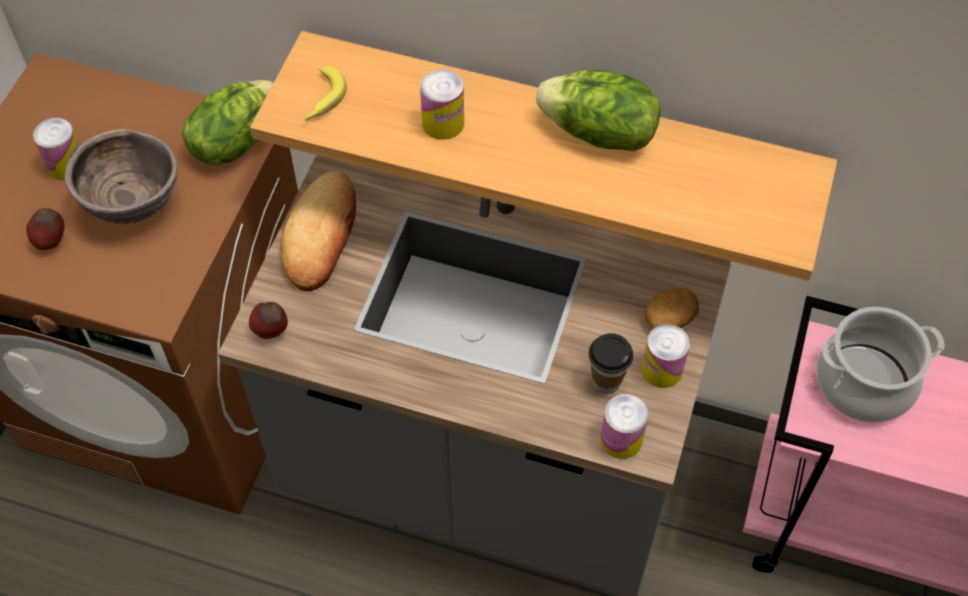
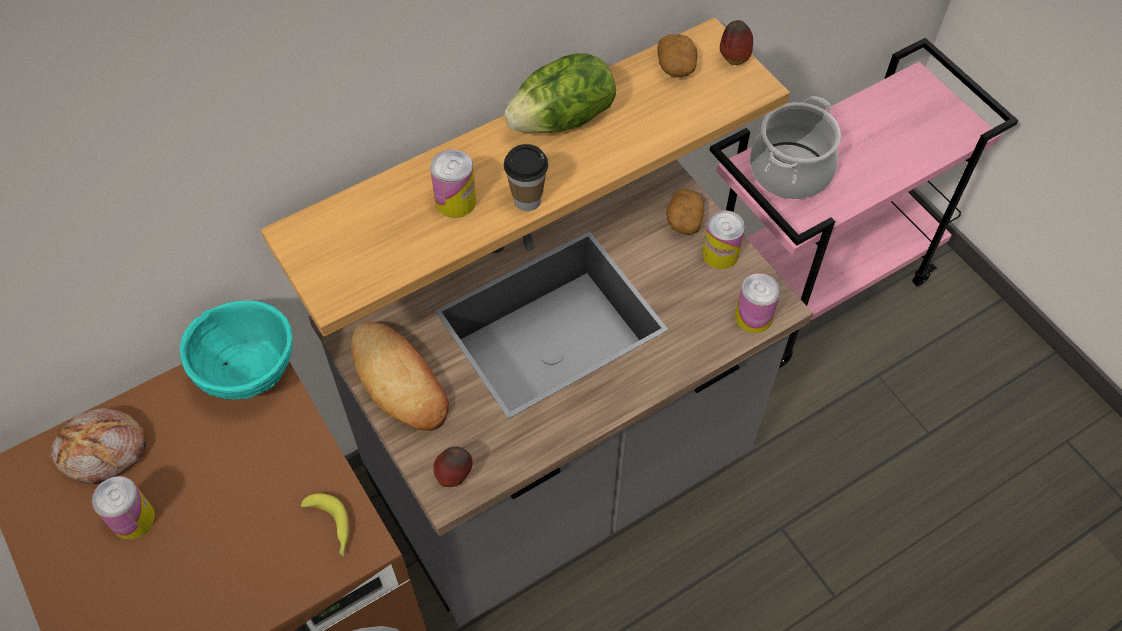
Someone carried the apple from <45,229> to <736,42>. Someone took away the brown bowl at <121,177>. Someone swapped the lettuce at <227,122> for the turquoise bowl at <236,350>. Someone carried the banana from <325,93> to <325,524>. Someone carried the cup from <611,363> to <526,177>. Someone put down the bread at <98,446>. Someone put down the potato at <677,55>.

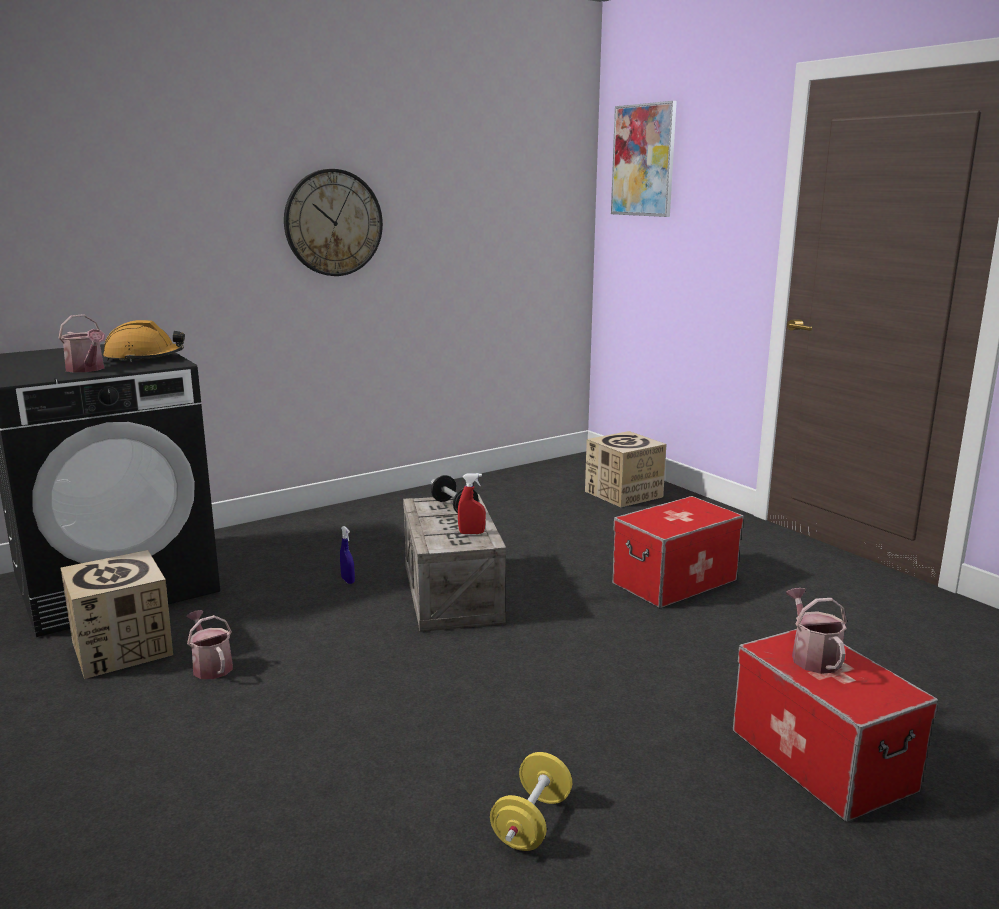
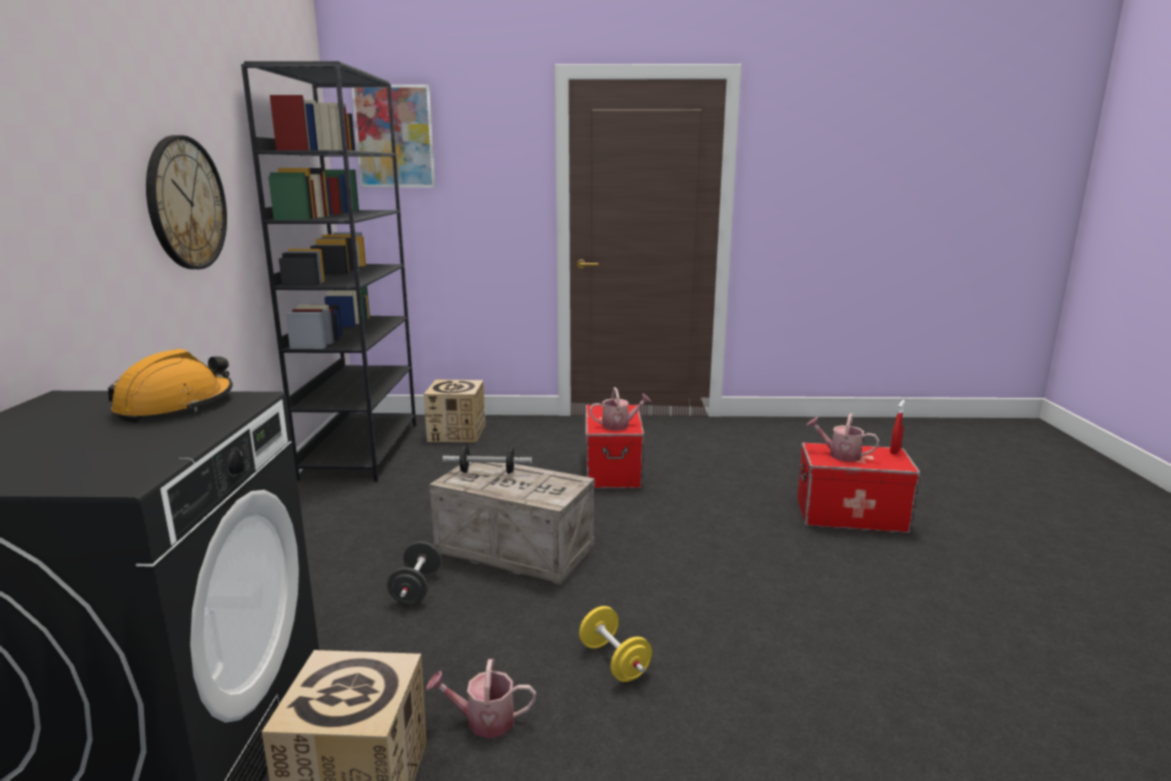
Someone carried the watering can from <82,343> to <620,409>. Someone swapped the blue spray bottle at <347,555> for the black dumbbell at <414,573>. Someone carried the red spray bottle from <472,503> to <897,427>. Someone carried the yellow dumbbell from <531,801> to <615,644>. Someone put down the black bookcase at <328,271>.

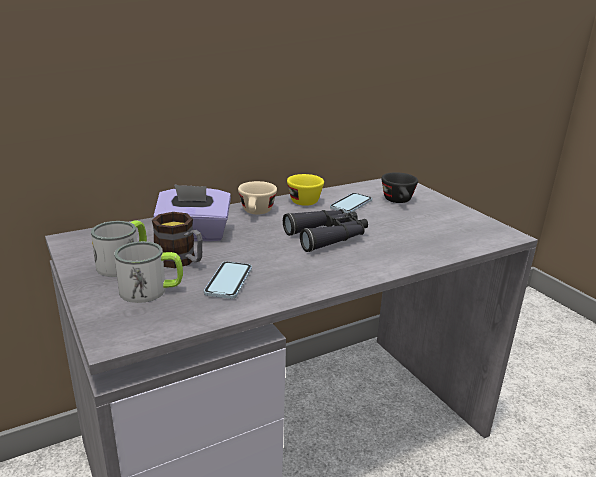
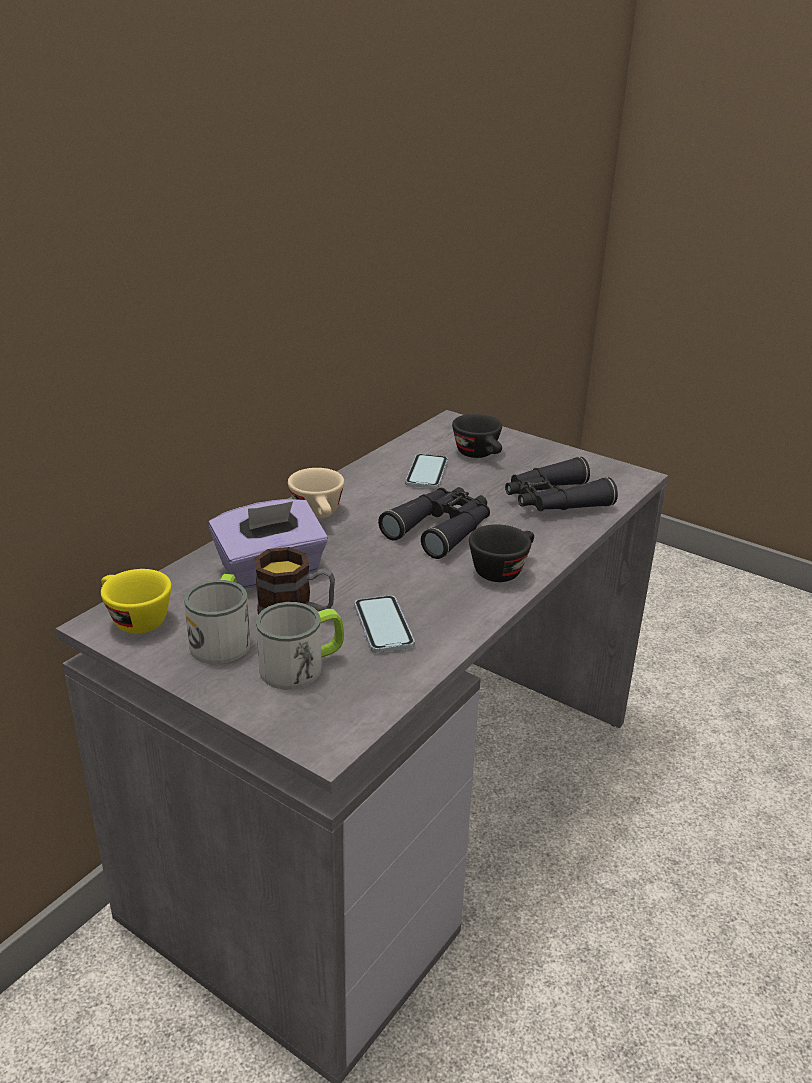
Someone carried the yellow cup from <305,190> to <136,601>. Someone put down the black cup at <501,553>. Someone put down the black binoculars at <561,484>.

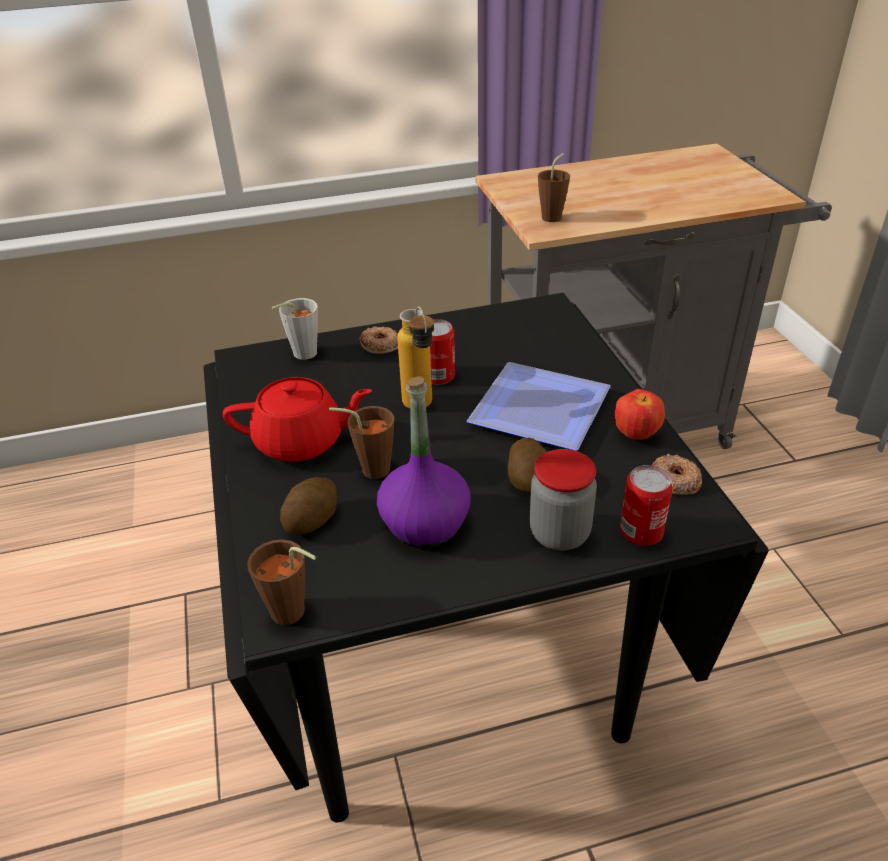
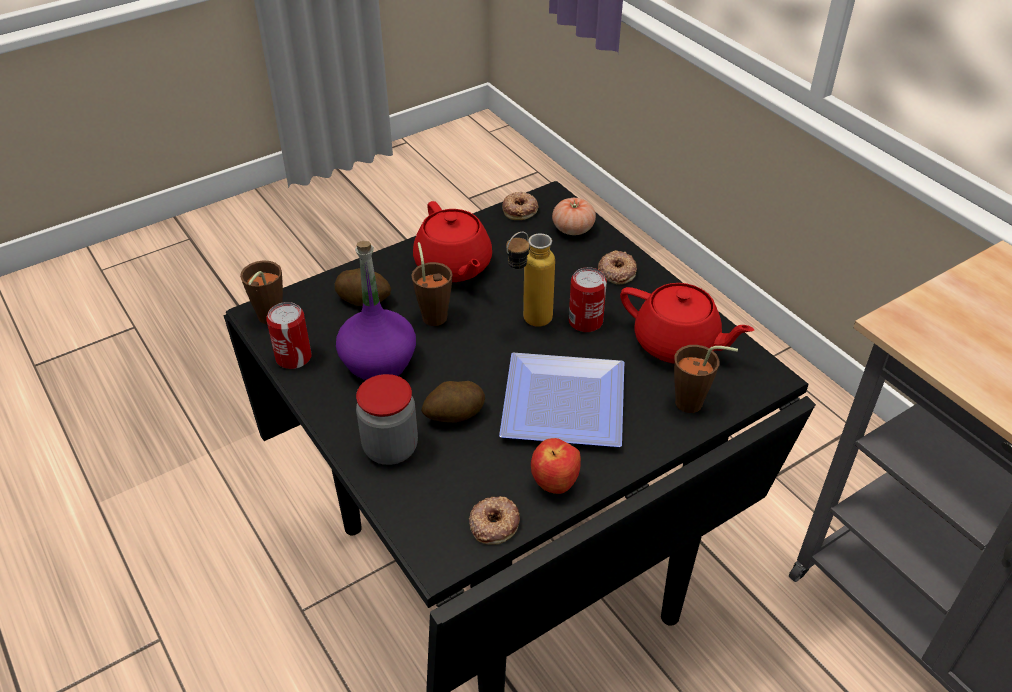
Someone swapped the grey cup at <294,329> for the tomato at <574,216>. Someone carried the brown cup from <554,187> to <706,379>. Someone carried the can from <646,505> to <289,335>. Someone put down the donut at <520,206>. Someone put down the red teapot at <687,323>.

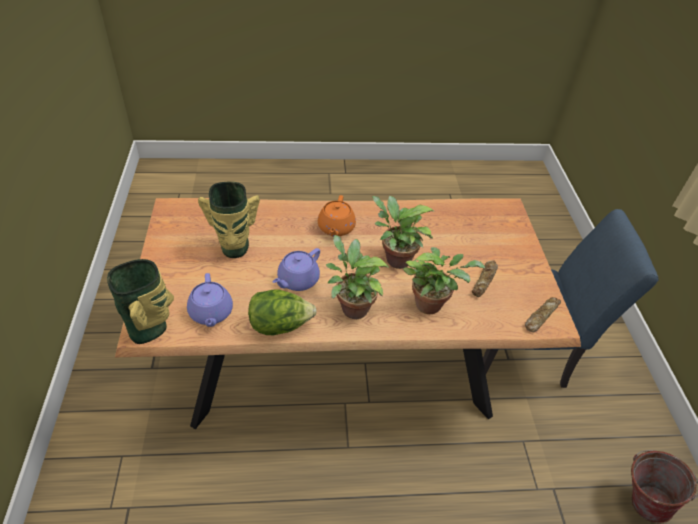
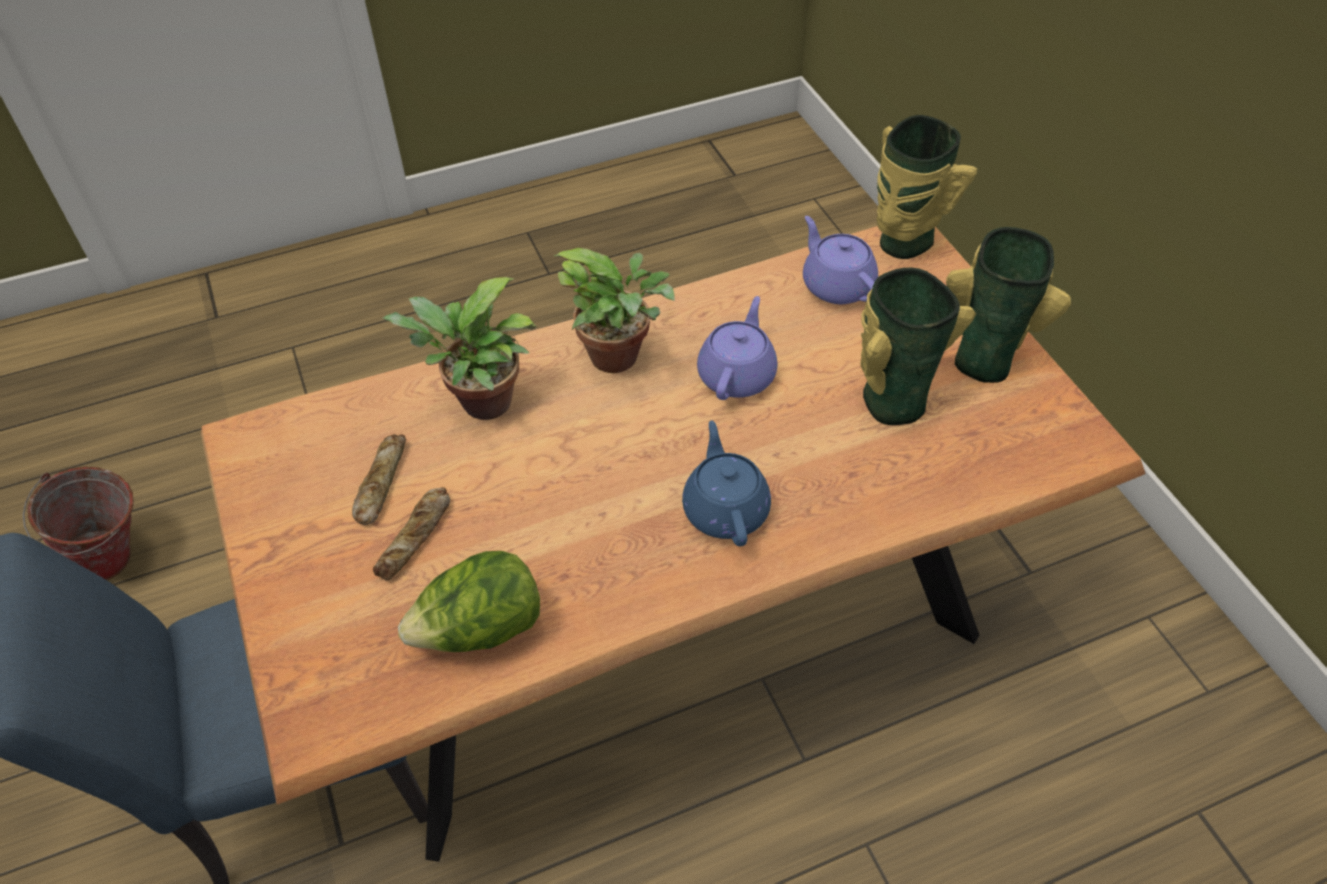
Someone carried the lettuce from <282,312> to <469,601>. Someone repainted the orange teapot at <337,216>, which became the blue teapot at <726,483>. Someone took away the potted plant at <403,232>. Someone carried the bread from <543,314> to <411,533>. Someone put down the vase at <1008,305>.

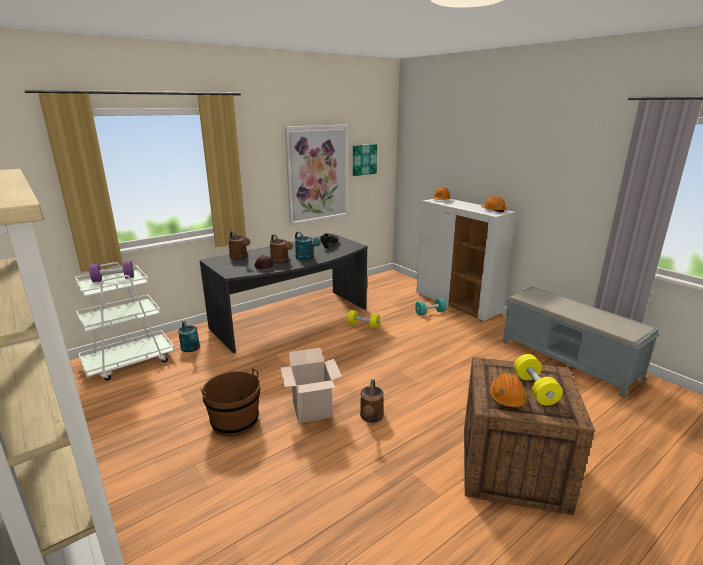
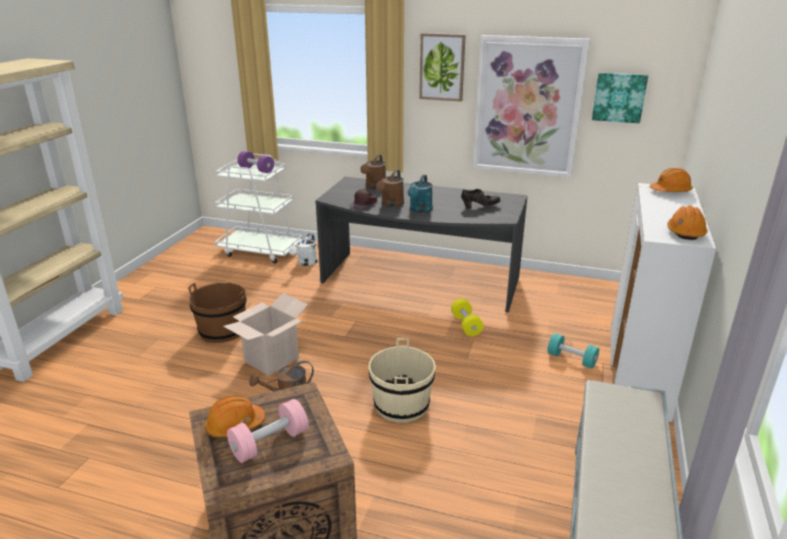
Someone repainted the turquoise watering can at <189,336>, which became the white watering can at <303,249>. Someone repainted the yellow dumbbell at <538,380>, which became the pink dumbbell at <267,431>. Someone put down the beige bucket at <402,380>. Someone put up the picture at <442,67>.

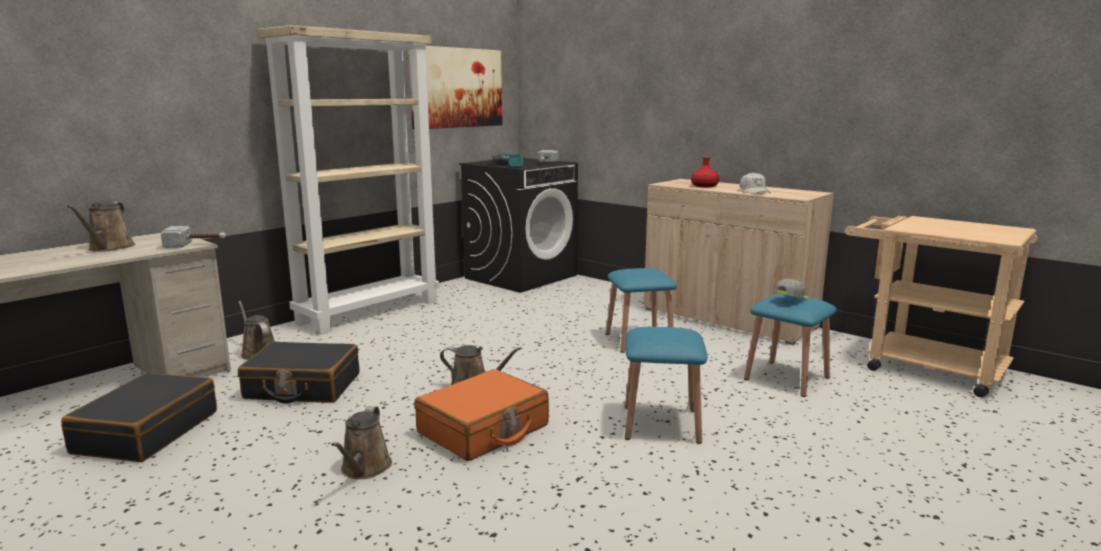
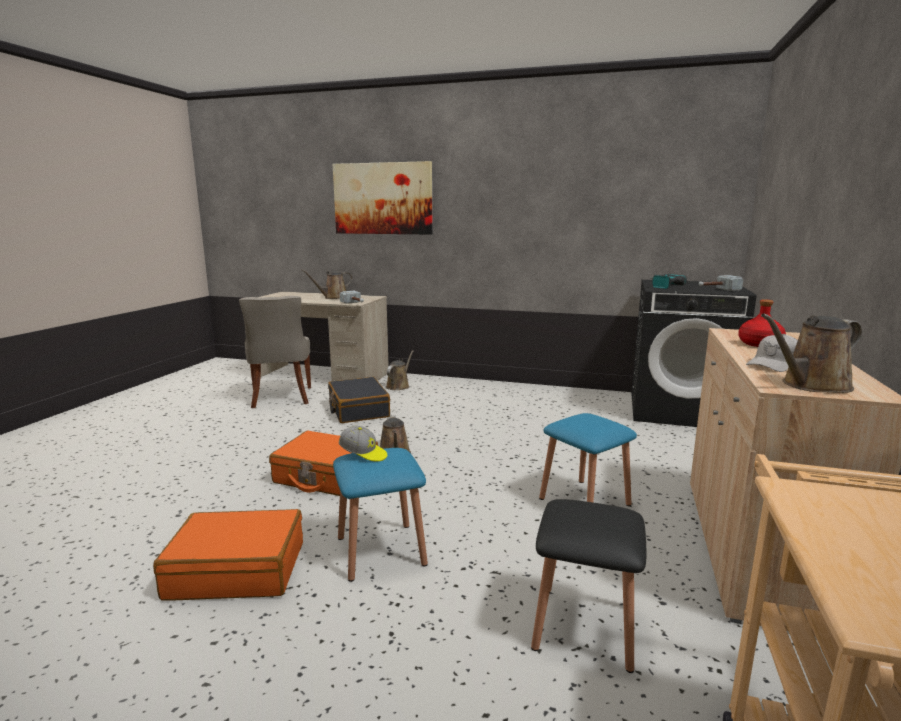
Someone swapped the black suitcase at <139,417> for the grey chair at <275,352>. Someone took away the beige bookcase at <348,180>. Someone carried the brown watering can from <361,442> to <811,353>. Someone carried the picture from <455,87> to <383,198>. Someone repainted the blue stool at <790,345>, which became the black stool at <588,586>. Someone carried the cap from <792,288> to <363,443>. Someone put down the orange suitcase at <228,555>.

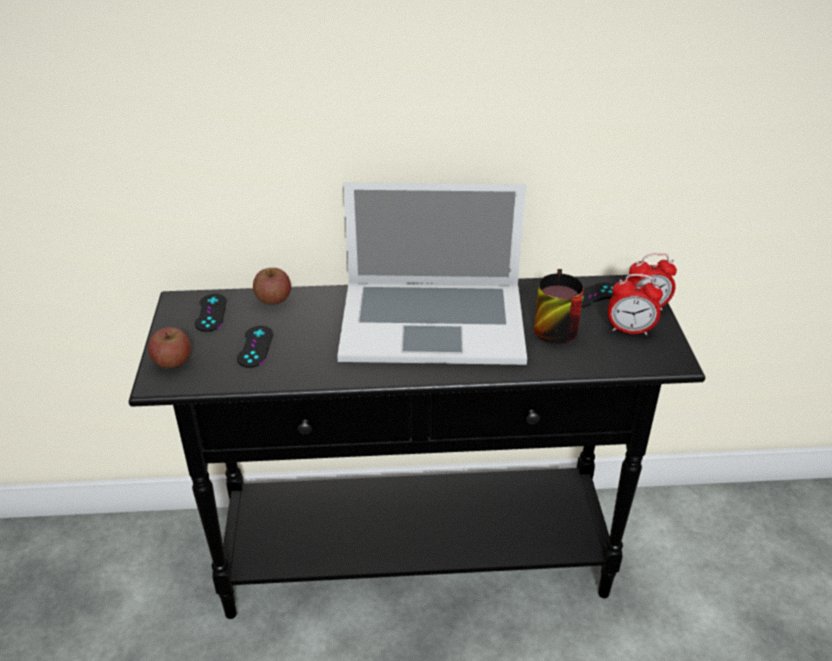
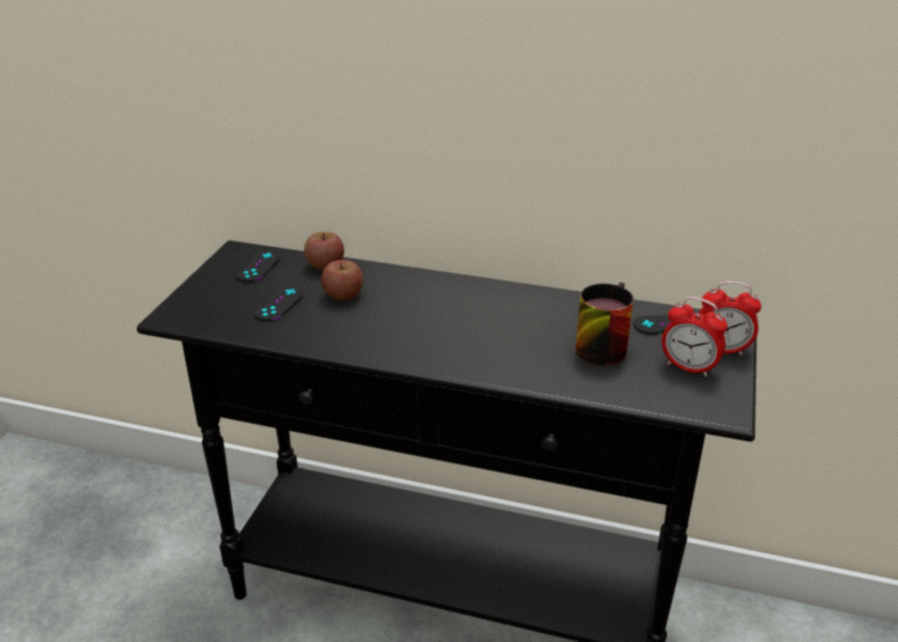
Someone carried the apple from <169,347> to <342,280>. Someone took away the laptop at <432,273>.

